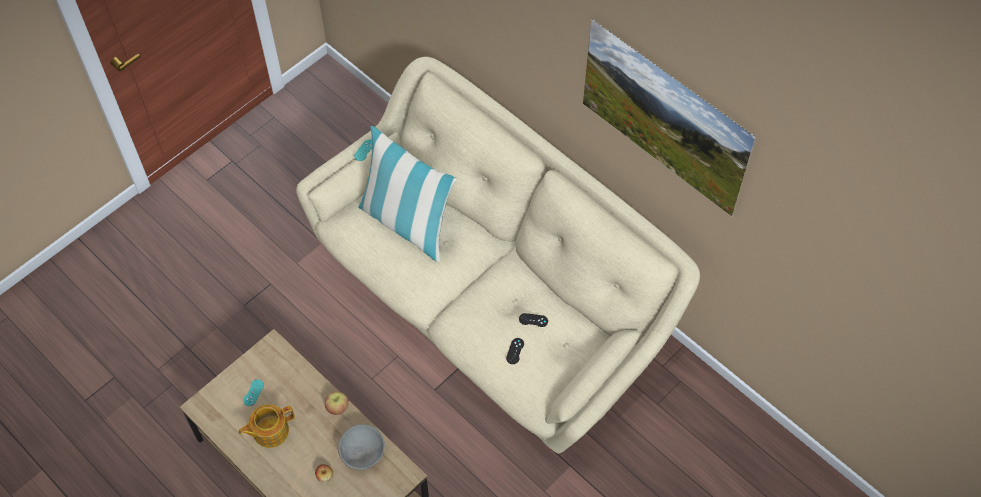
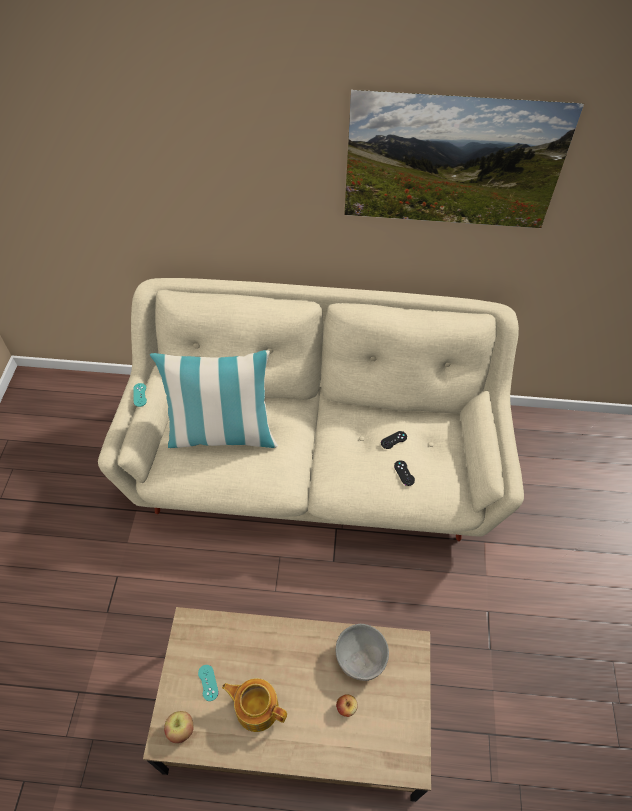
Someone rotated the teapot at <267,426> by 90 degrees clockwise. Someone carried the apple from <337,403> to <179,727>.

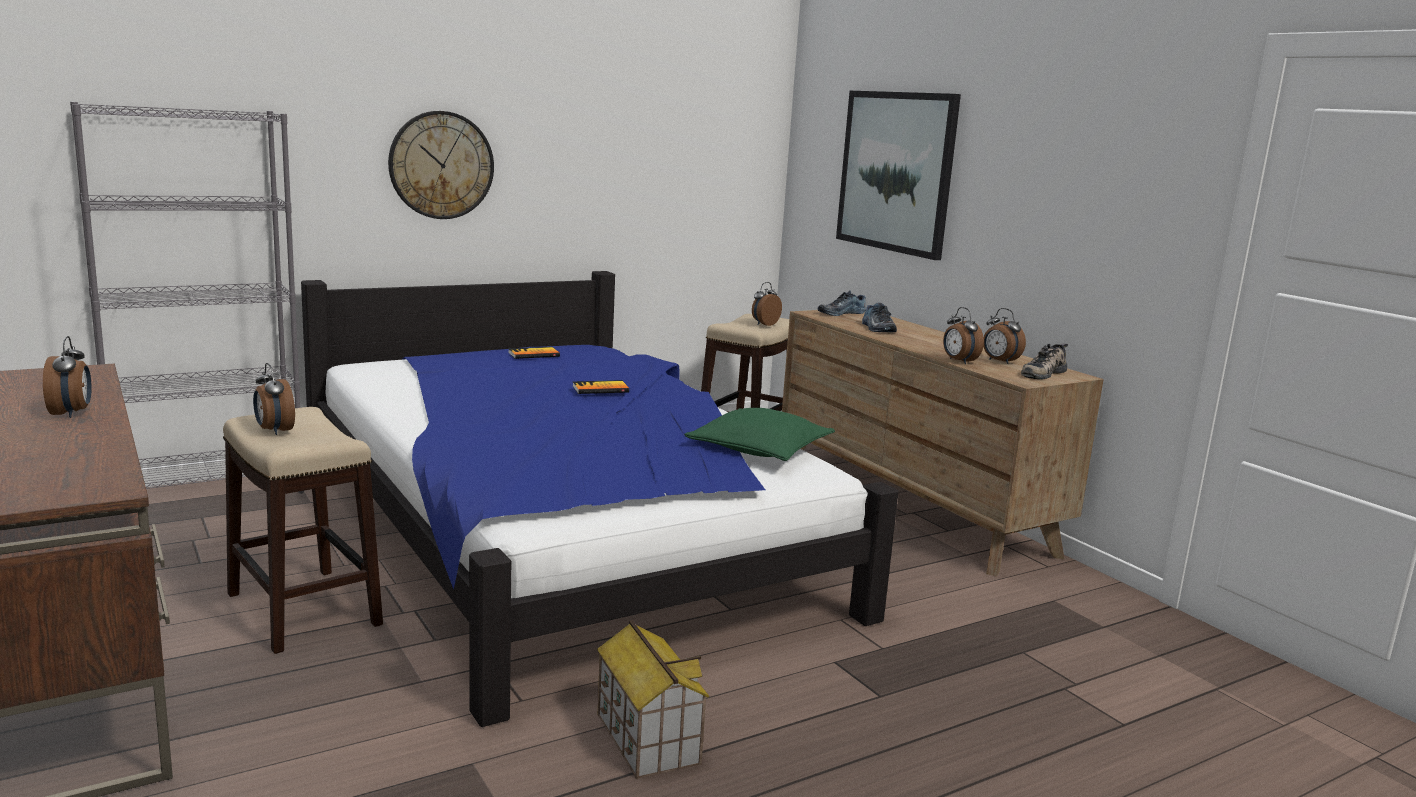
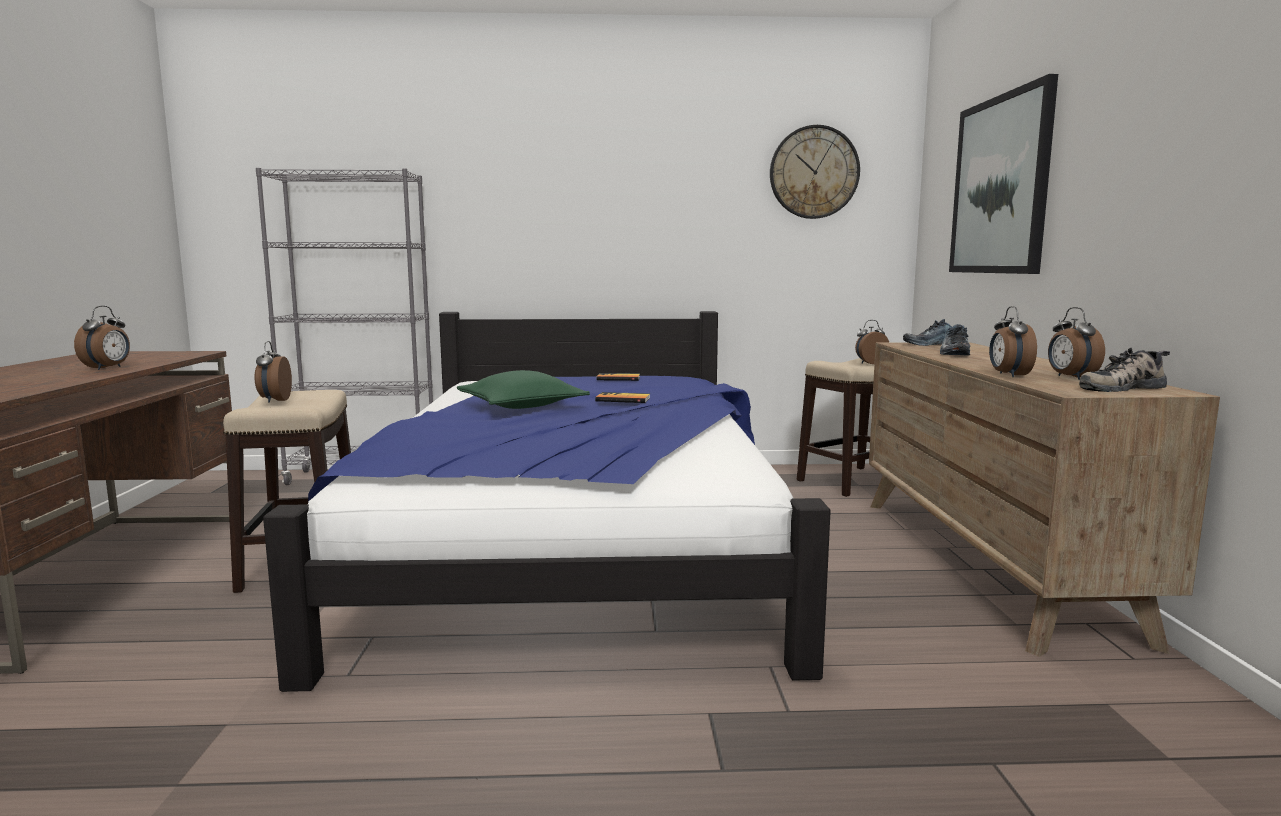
Someone carried the wall clock from <441,165> to <815,172>. Someone took away the toy house at <653,699>. Someone carried the green pillow from <759,434> to <523,389>.

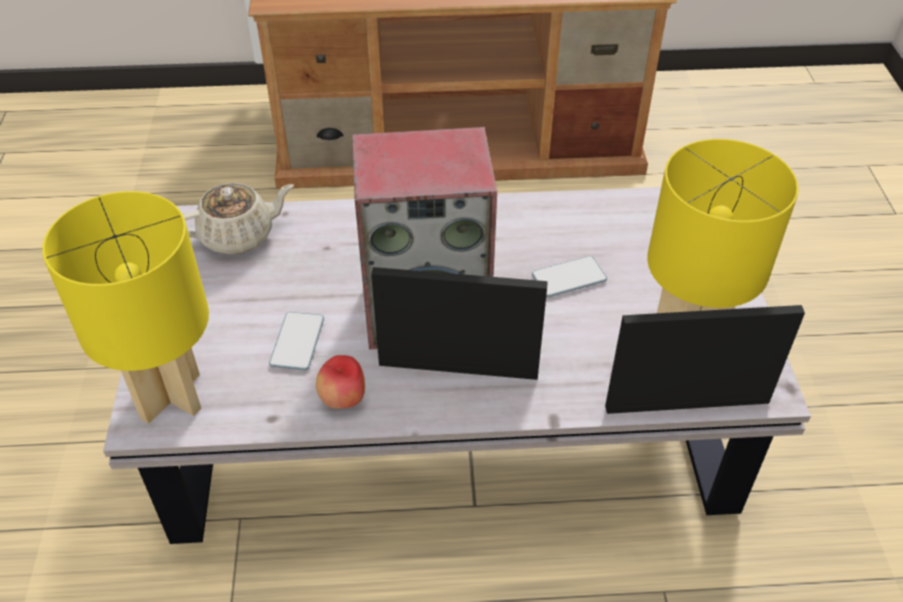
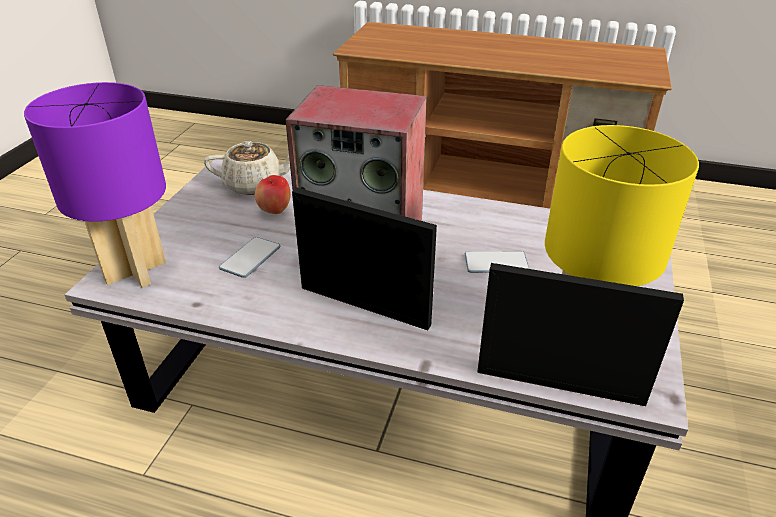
Someone repainted the yellow table lamp at <125,307>, which became the purple table lamp at <95,185>. Someone carried the apple from <340,382> to <273,194>.

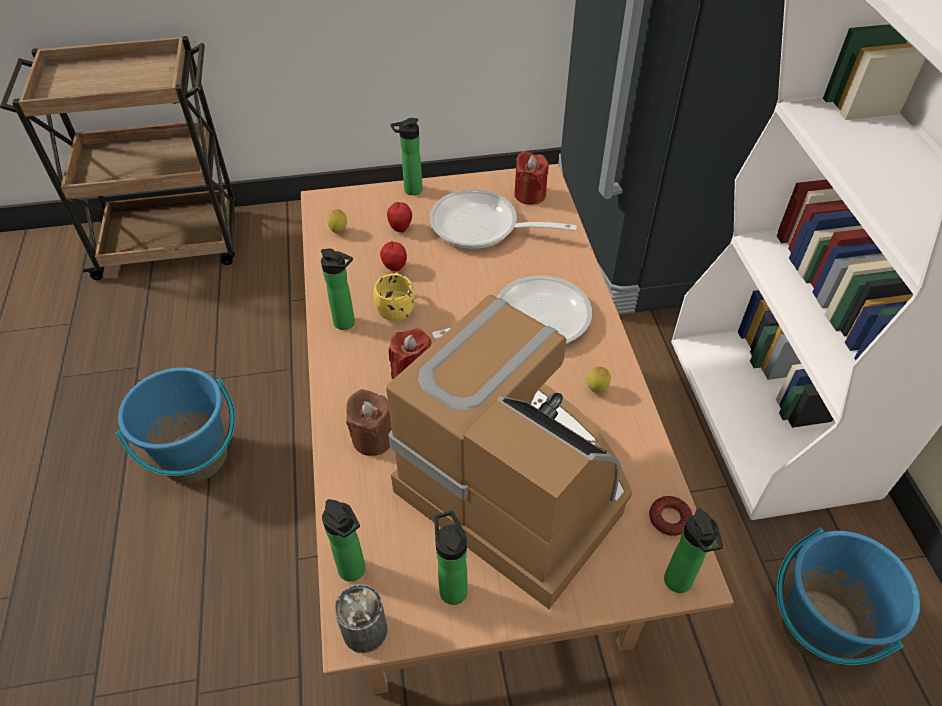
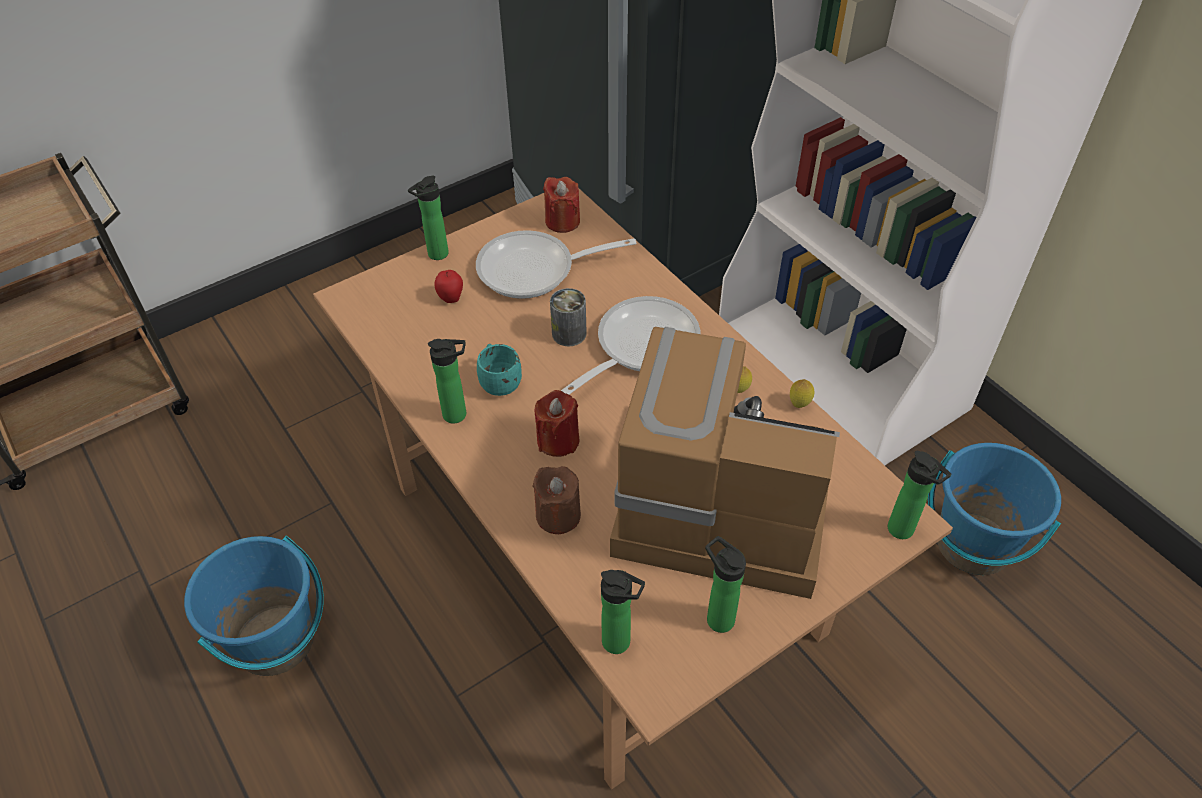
Someone carried the lemon from <337,221> to <802,393>. Someone carried the can from <361,618> to <568,317>. Someone repainted the yellow mug at <394,297>, which became the turquoise mug at <499,370>. Someone took away the apple at <393,256>. Someone took away the donut at <671,516>.

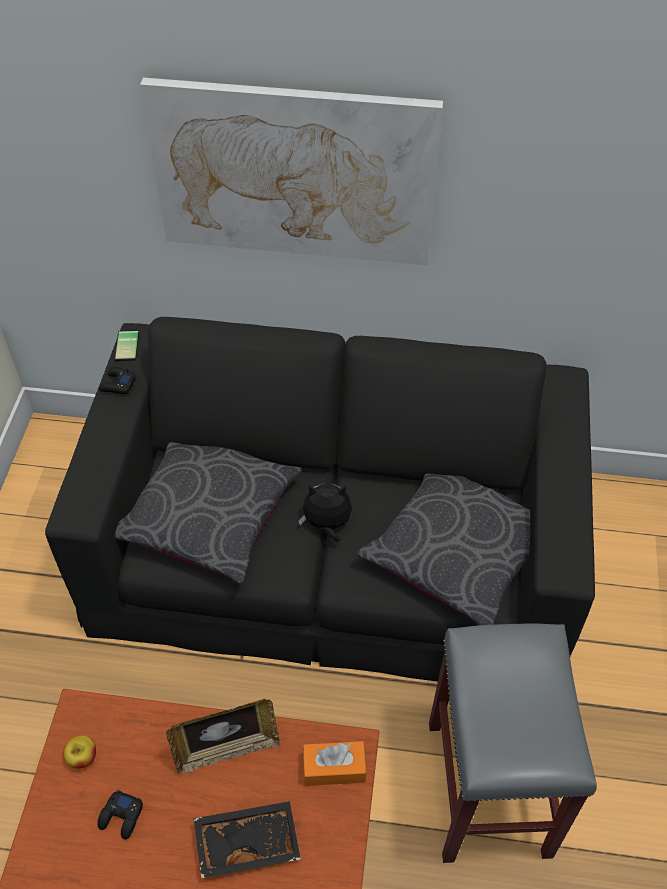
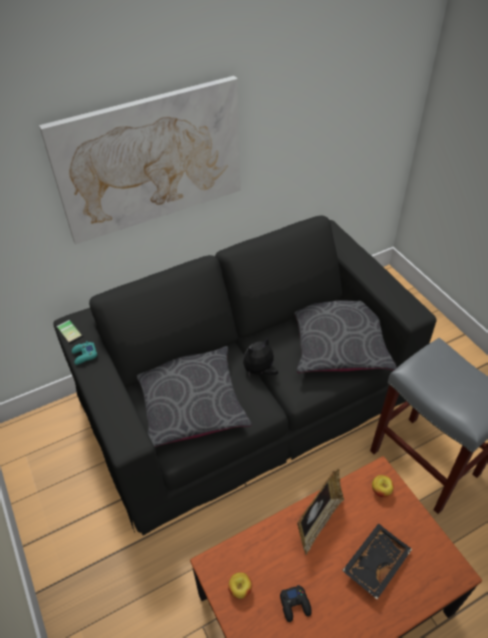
Someone repainted the black game controller at <118,380>, which became the turquoise game controller at <84,353>. Someone swapped the orange tissue box at <335,763> for the apple at <383,486>.

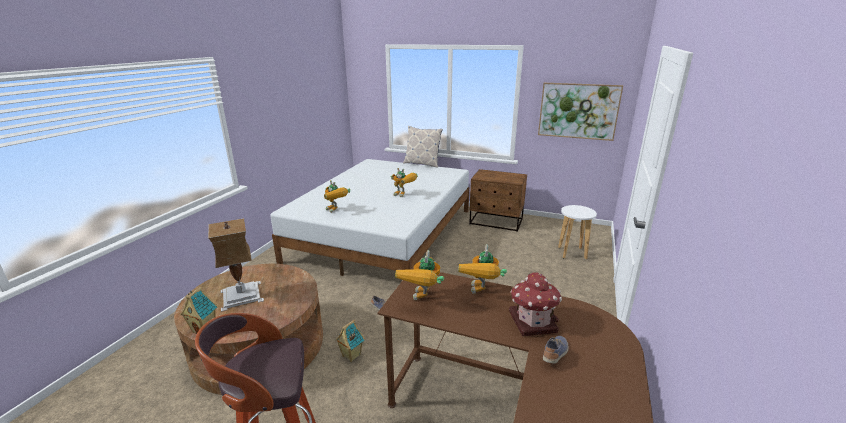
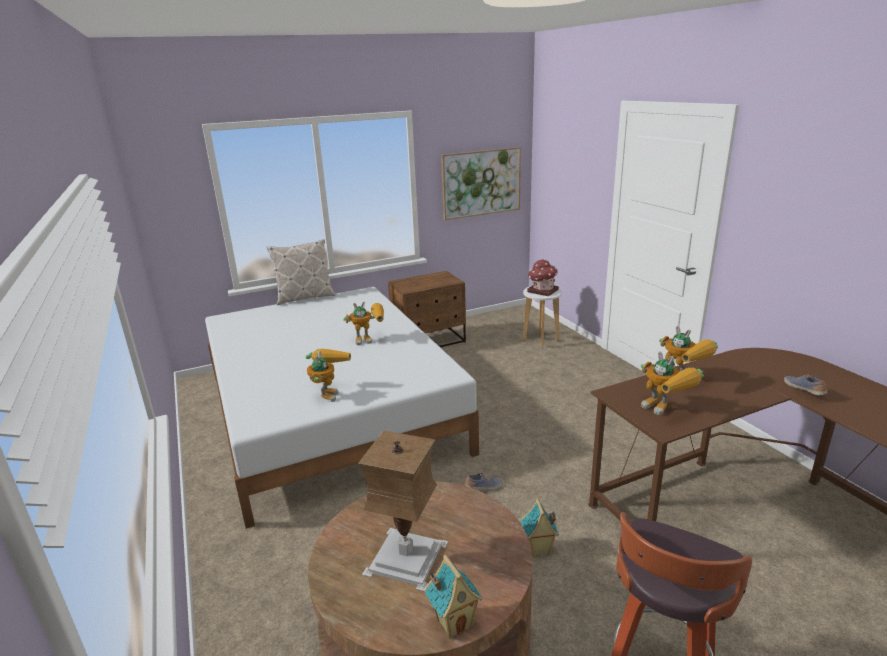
Someone rotated the toy robot at <337,196> by 90 degrees counterclockwise. Someone carried the toy house from <535,304> to <543,277>.

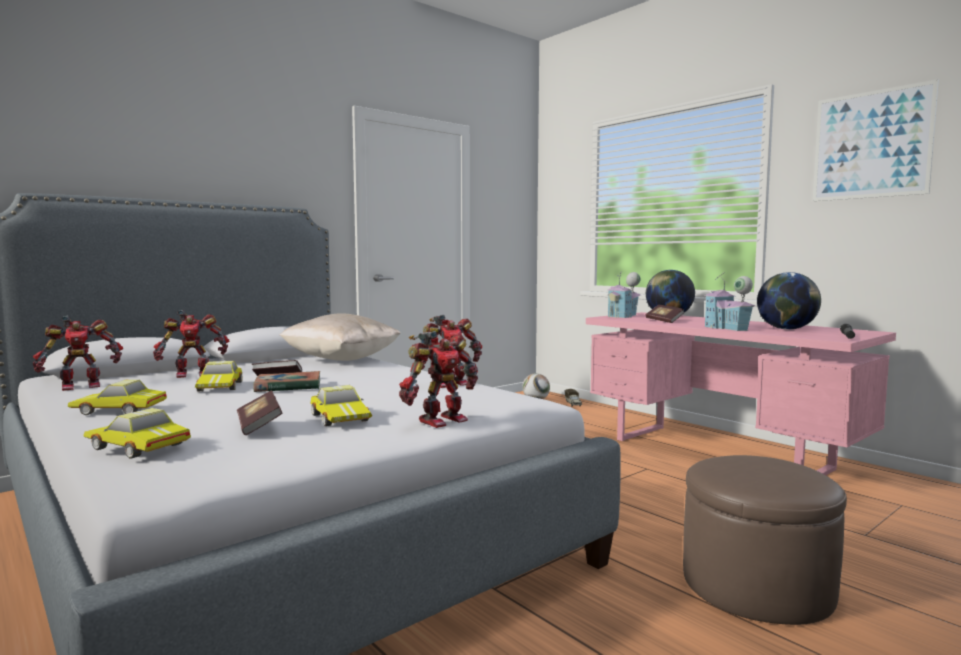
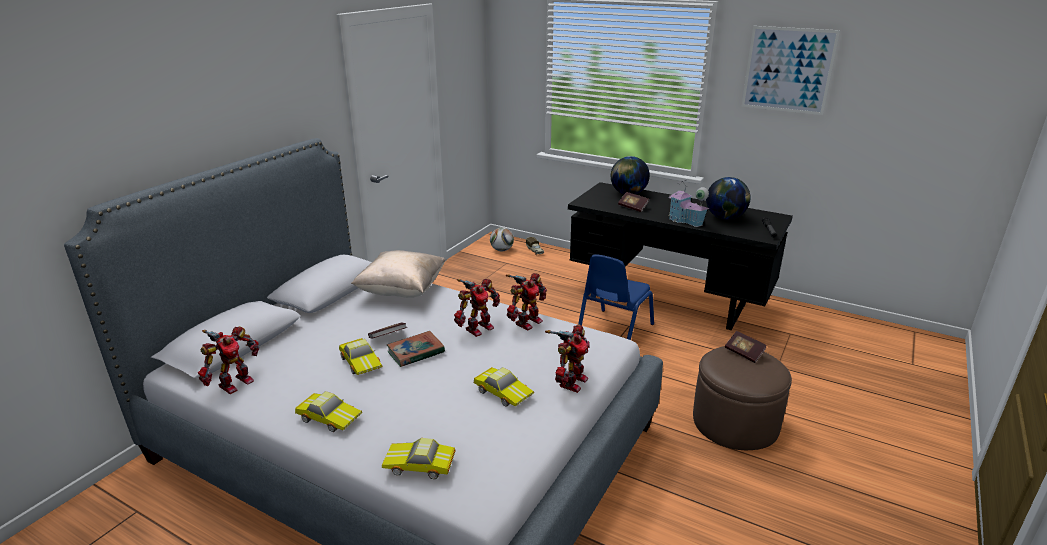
Someone rotated the toy car at <117,397> by 135 degrees counterclockwise. Someone carried the toy robot from <191,344> to <477,308>. Someone carried the book from <259,412> to <746,347>. Someone repainted the pink desk at <741,393>, which became the black desk at <680,256>. Someone took away the toy house at <624,294>. Someone put down the blue chair at <616,297>.

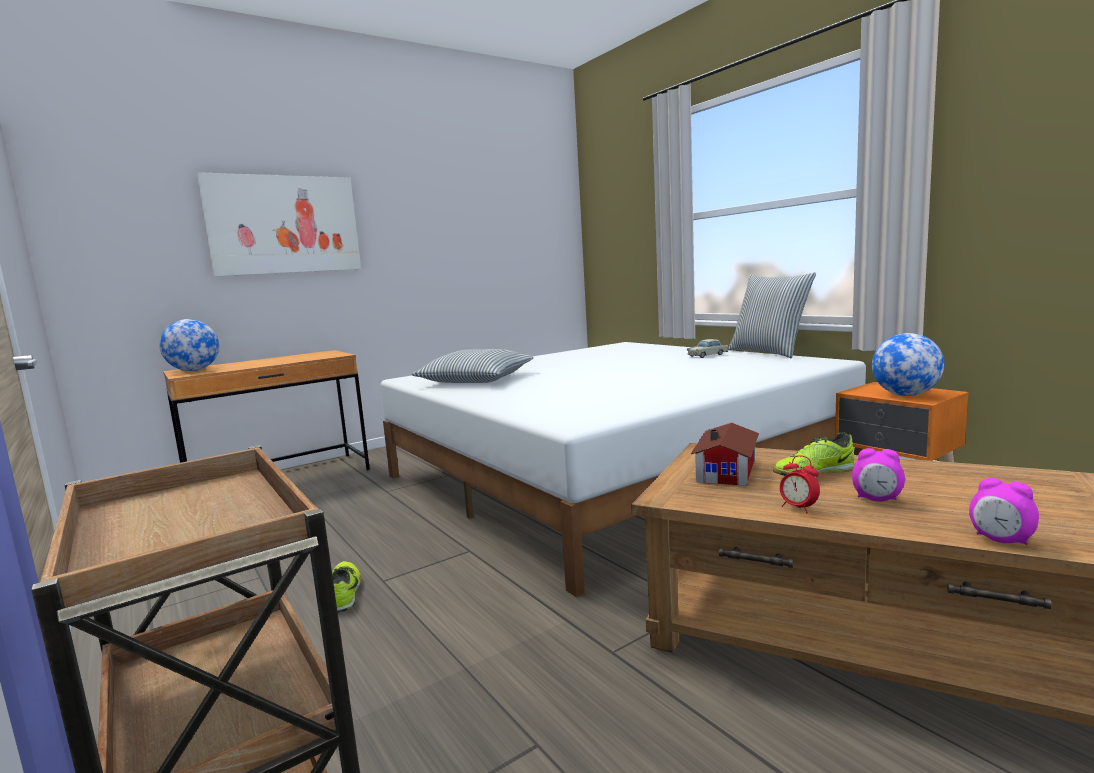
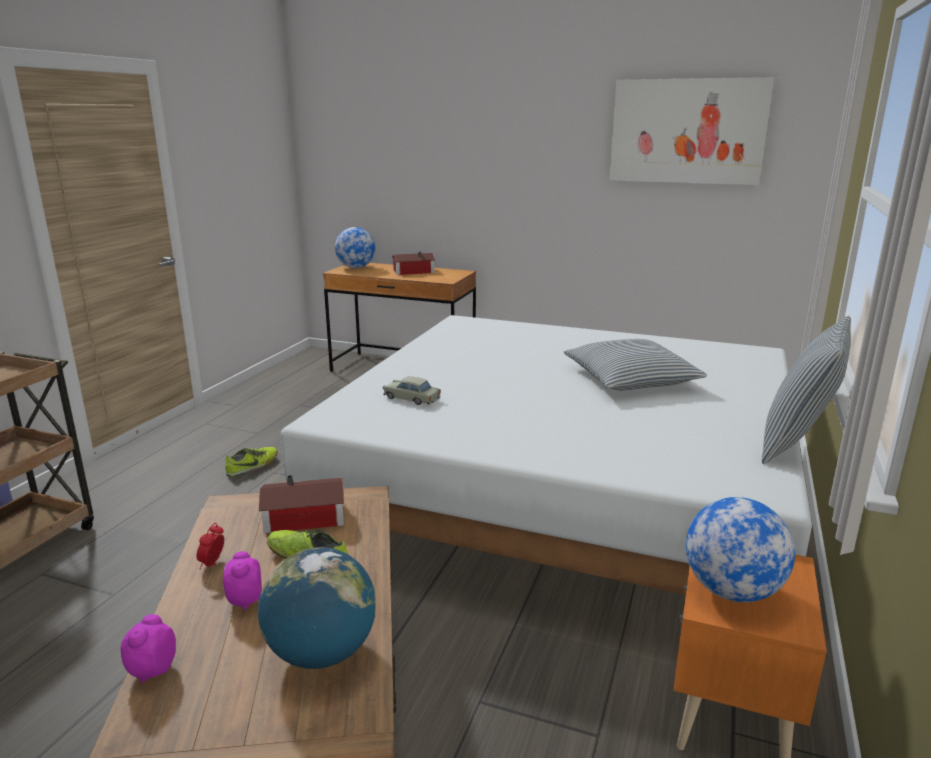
Someone carried the picture from <279,224> to <691,131>. Someone carried the pillow from <473,366> to <635,364>. Someone carried the beige toy car from <707,348> to <412,391>. Someone put down the globe at <317,608>. Someone put down the toy house at <413,263>.

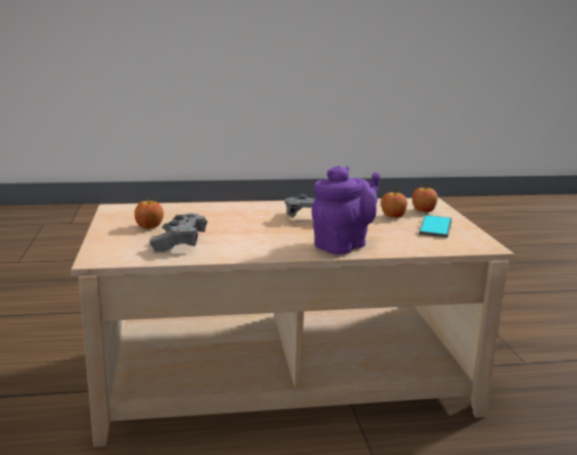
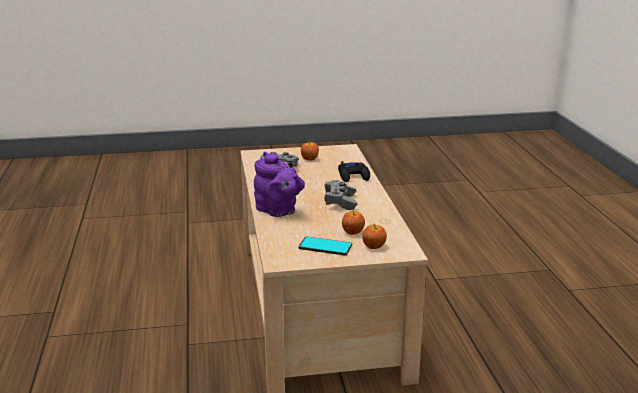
Someone put down the black game controller at <354,171>.

